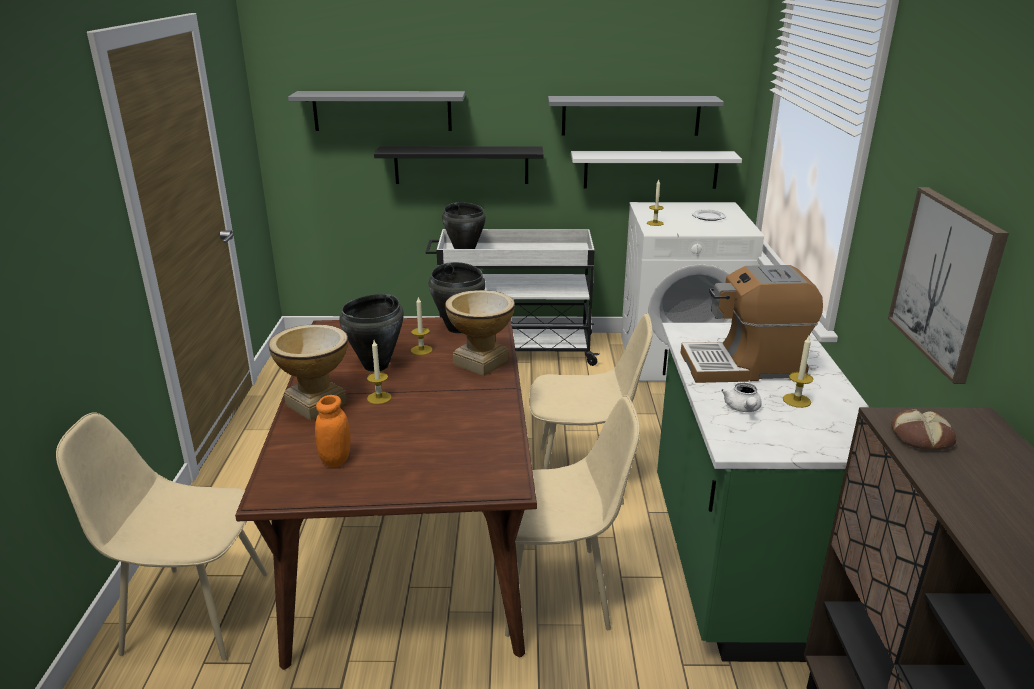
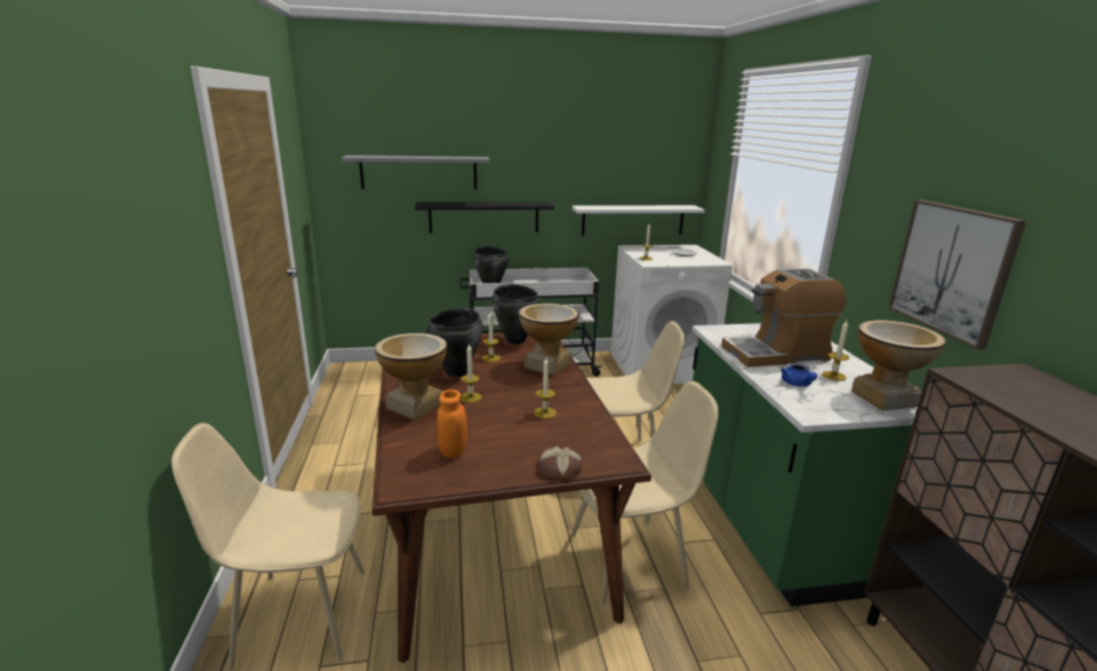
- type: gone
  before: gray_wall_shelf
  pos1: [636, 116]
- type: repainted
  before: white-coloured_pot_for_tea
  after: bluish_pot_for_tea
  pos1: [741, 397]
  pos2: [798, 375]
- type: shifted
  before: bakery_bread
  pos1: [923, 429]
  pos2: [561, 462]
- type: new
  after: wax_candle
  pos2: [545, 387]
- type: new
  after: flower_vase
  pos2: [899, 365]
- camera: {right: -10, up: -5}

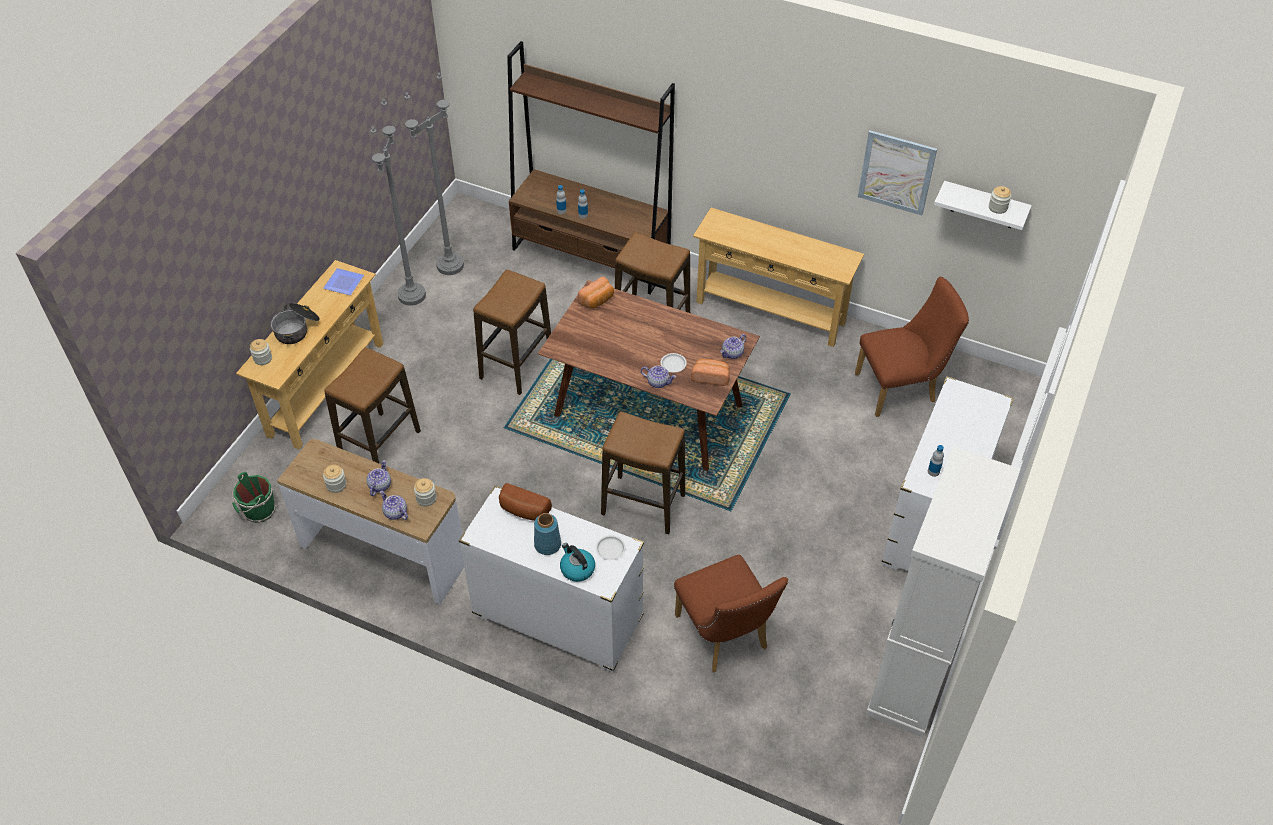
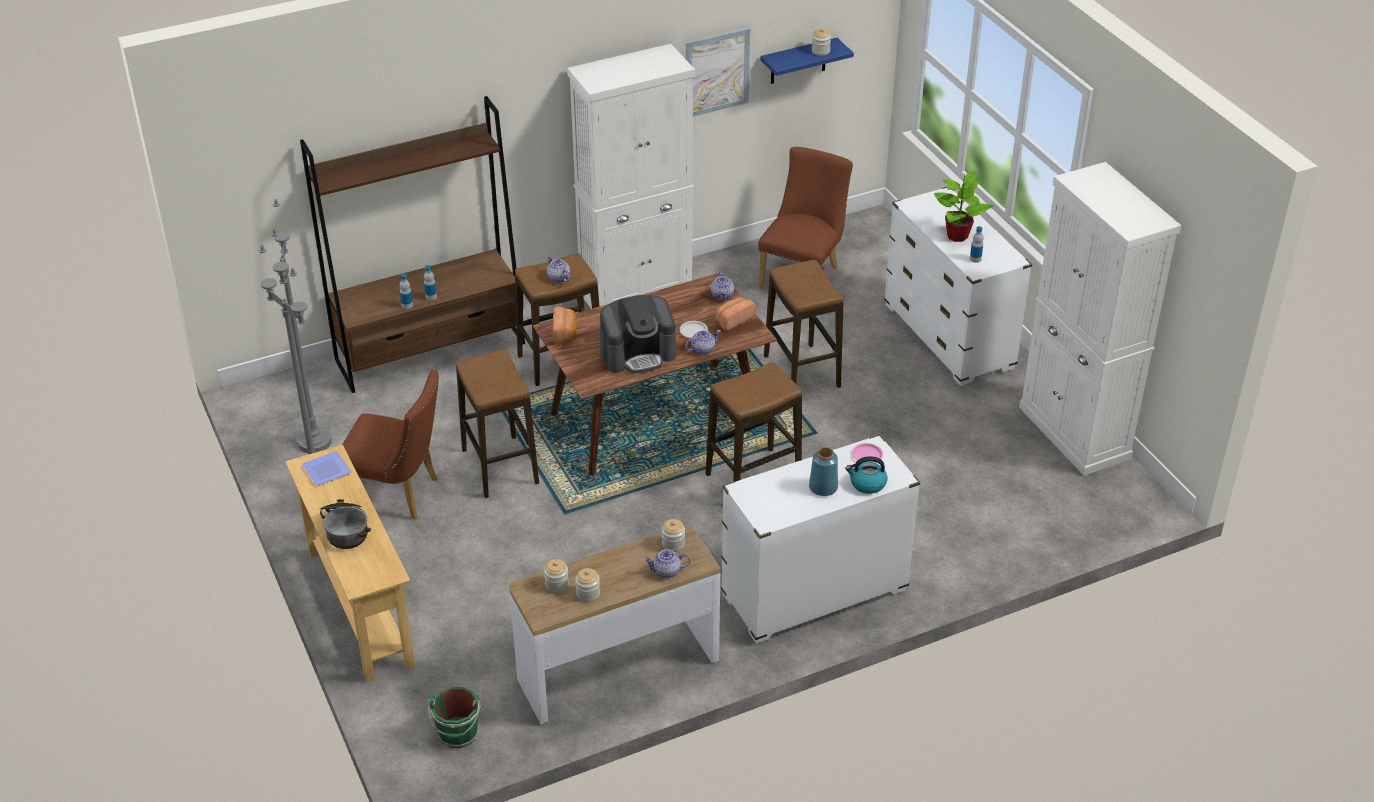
- type: shifted
  before: jar
  pos1: [261, 352]
  pos2: [556, 576]
- type: shifted
  before: stool_seat
  pos1: [372, 405]
  pos2: [804, 324]
- type: shifted
  before: pot_for_tea
  pos1: [378, 478]
  pos2: [558, 269]
- type: gone
  before: bakery_bread
  pos1: [525, 502]
- type: repainted
  before: white-coloured_dinner_plate
  after: pink_dinner_plate
  pos1: [611, 547]
  pos2: [867, 453]
- type: shifted
  before: brownish_plain_chair
  pos1: [731, 613]
  pos2: [390, 444]
- type: swapped
  before: beige-coloured_console_table
  after: white-coloured_cabinet
  pos1: [778, 277]
  pos2: [631, 176]
- type: repainted
  before: white-coloured_wall_shelf
  after: bluish_wall_shelf
  pos1: [983, 205]
  pos2: [807, 61]
- type: new
  after: coffee_brewer
  pos2: [638, 334]
- type: new
  after: plant_in_a_pot
  pos2: [963, 206]
- camera: {right: -50, up: -10}

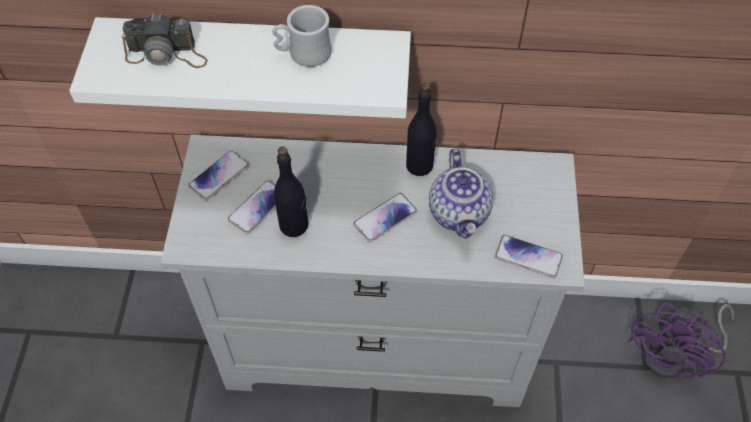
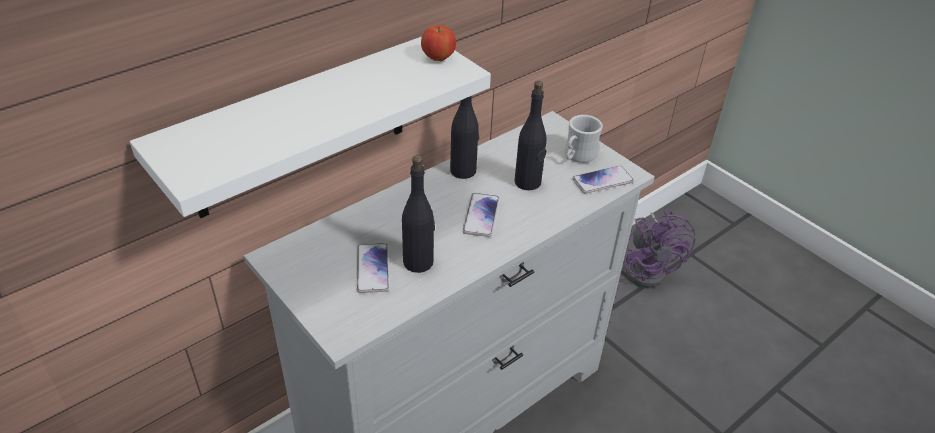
- type: gone
  before: photo_camera
  pos1: [165, 40]
- type: gone
  before: telephone
  pos1: [218, 175]
- type: shifted
  before: white-coloured_coffee_mug
  pos1: [302, 36]
  pos2: [584, 139]
- type: swapped
  before: pot_for_tea
  after: black_beverage_bottle
  pos1: [461, 194]
  pos2: [530, 135]
- type: new
  after: whole_apple
  pos2: [438, 43]
- camera: {right: -45, up: -15}

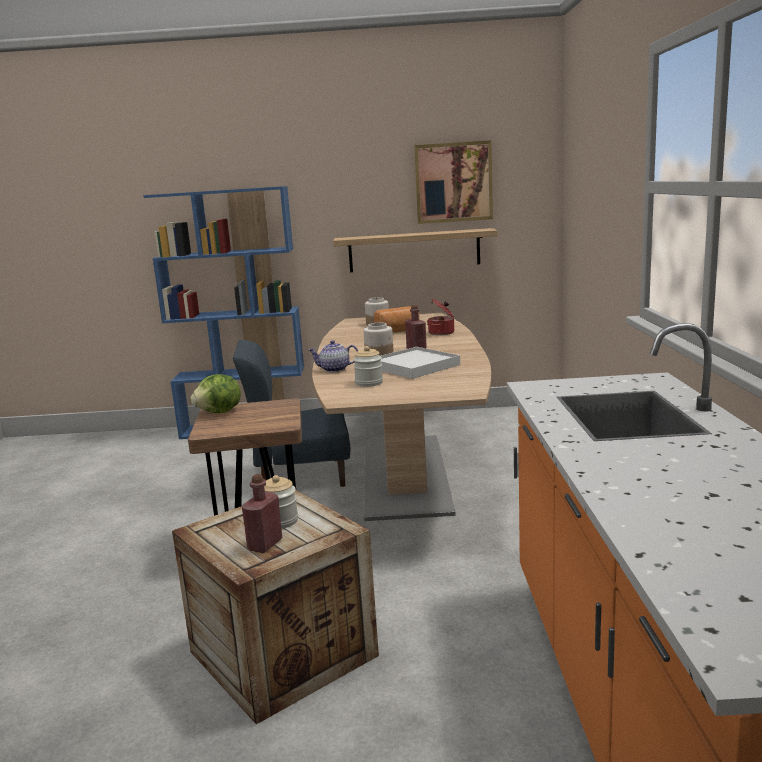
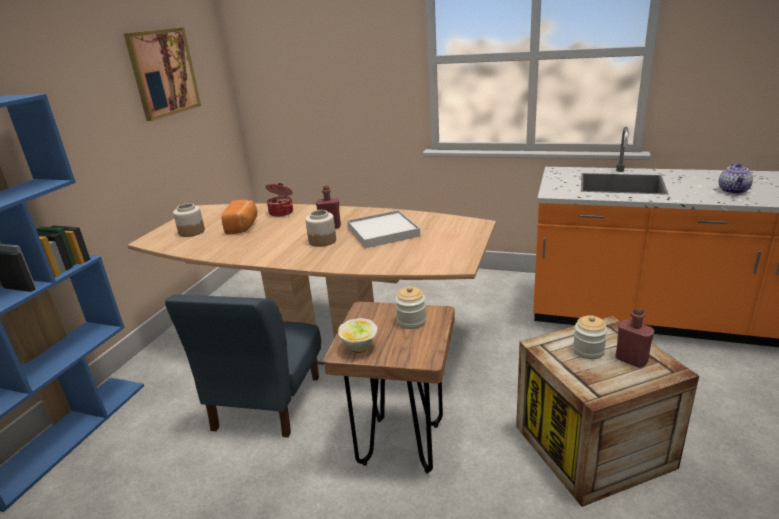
- type: swapped
  before: lettuce_head
  after: serving_bowl
  pos1: [216, 393]
  pos2: [358, 335]
- type: shifted
  before: pot_for_tea
  pos1: [333, 356]
  pos2: [736, 178]
- type: gone
  before: wall_shelf
  pos1: [415, 250]
- type: shifted
  before: jar
  pos1: [368, 366]
  pos2: [410, 307]
- camera: {right: -70, up: 10}

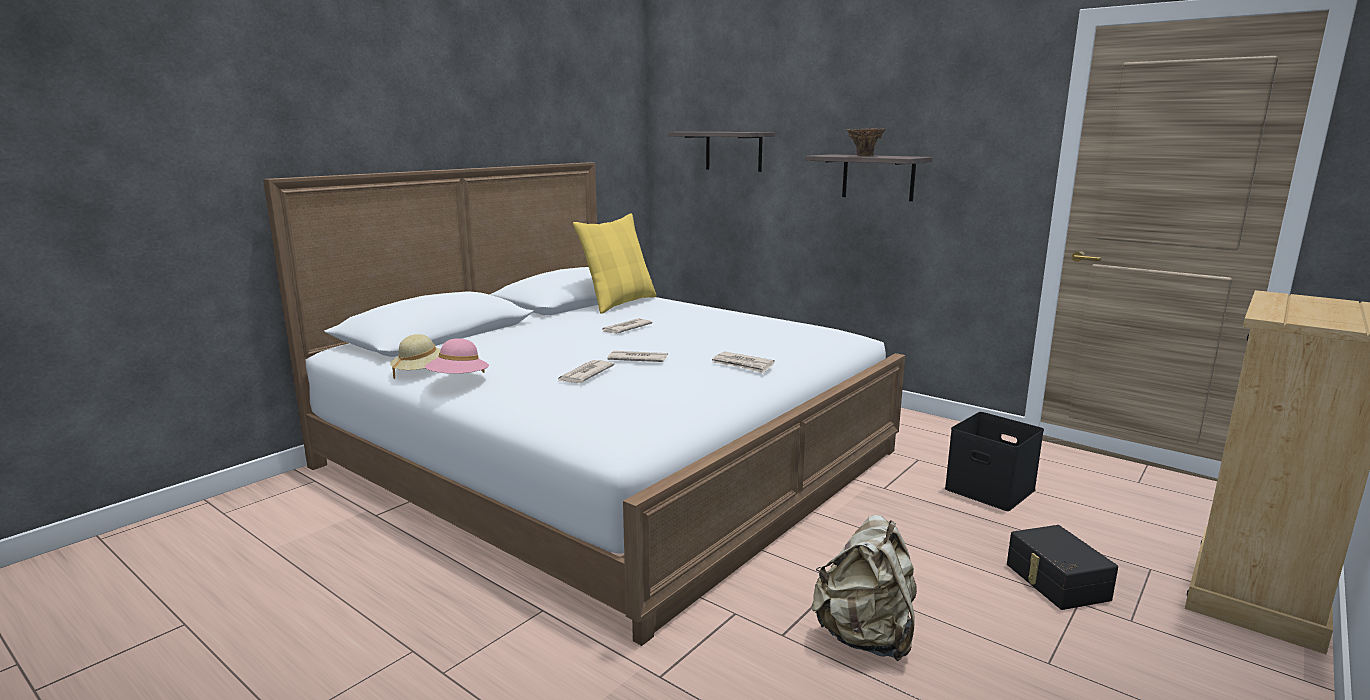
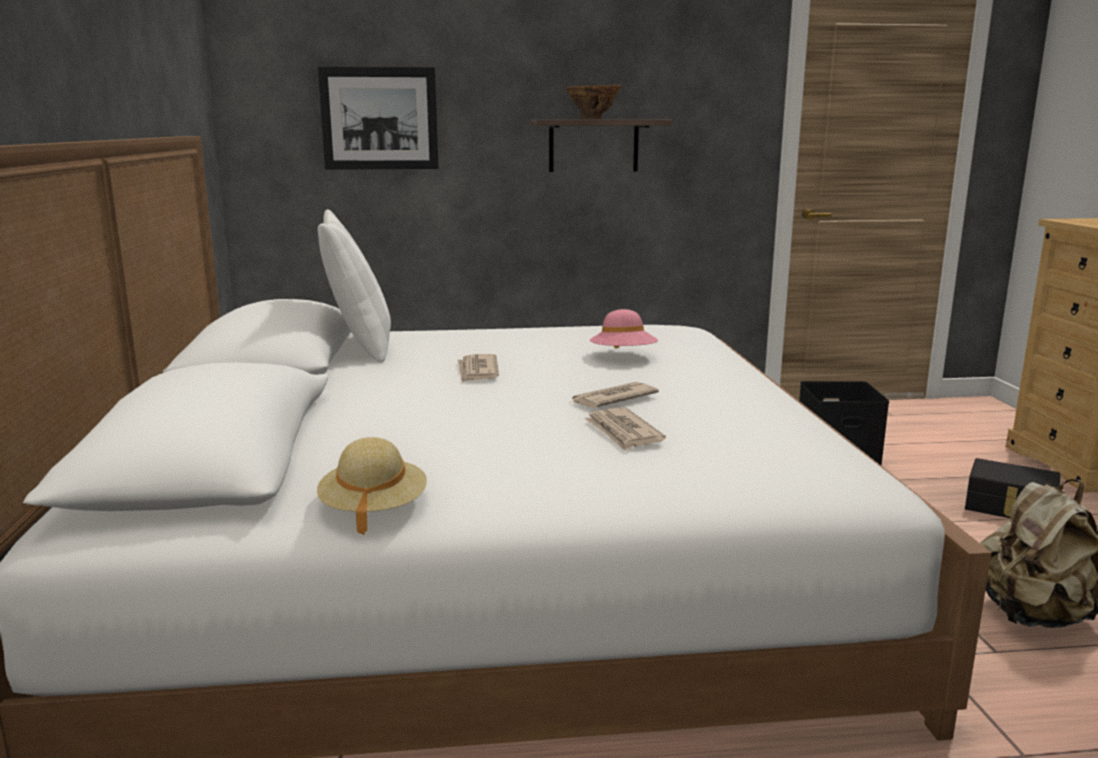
- type: shifted
  before: pink_hat
  pos1: [457, 356]
  pos2: [624, 329]
- type: repainted
  before: yellowish_pillow
  after: white-coloured_pillow
  pos1: [615, 263]
  pos2: [354, 285]
- type: swapped
  before: wall_shelf
  after: wall_picture
  pos1: [721, 152]
  pos2: [378, 118]
- type: gone
  before: printed_paper
  pos1: [743, 362]
- camera: {right: -45, up: 0}

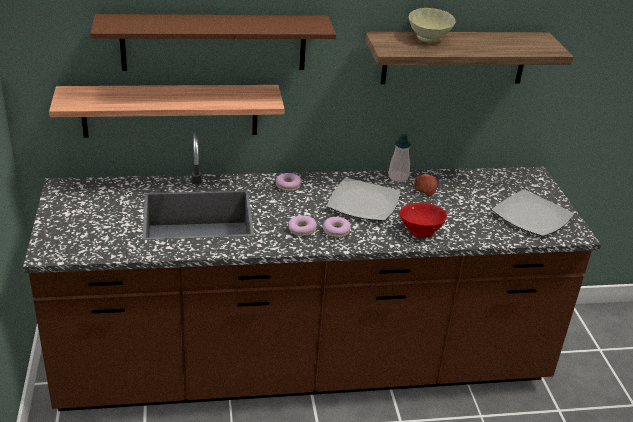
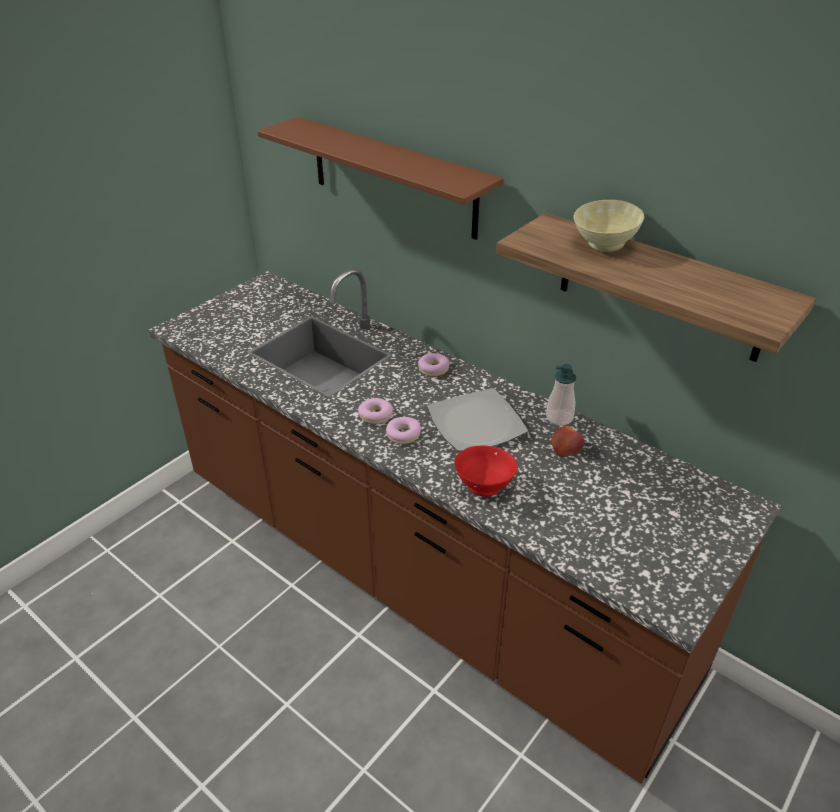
- type: gone
  before: wall_shelf
  pos1: [167, 111]
- type: gone
  before: dinner_plate
  pos1: [533, 212]
- camera: {right: 50, up: 5}

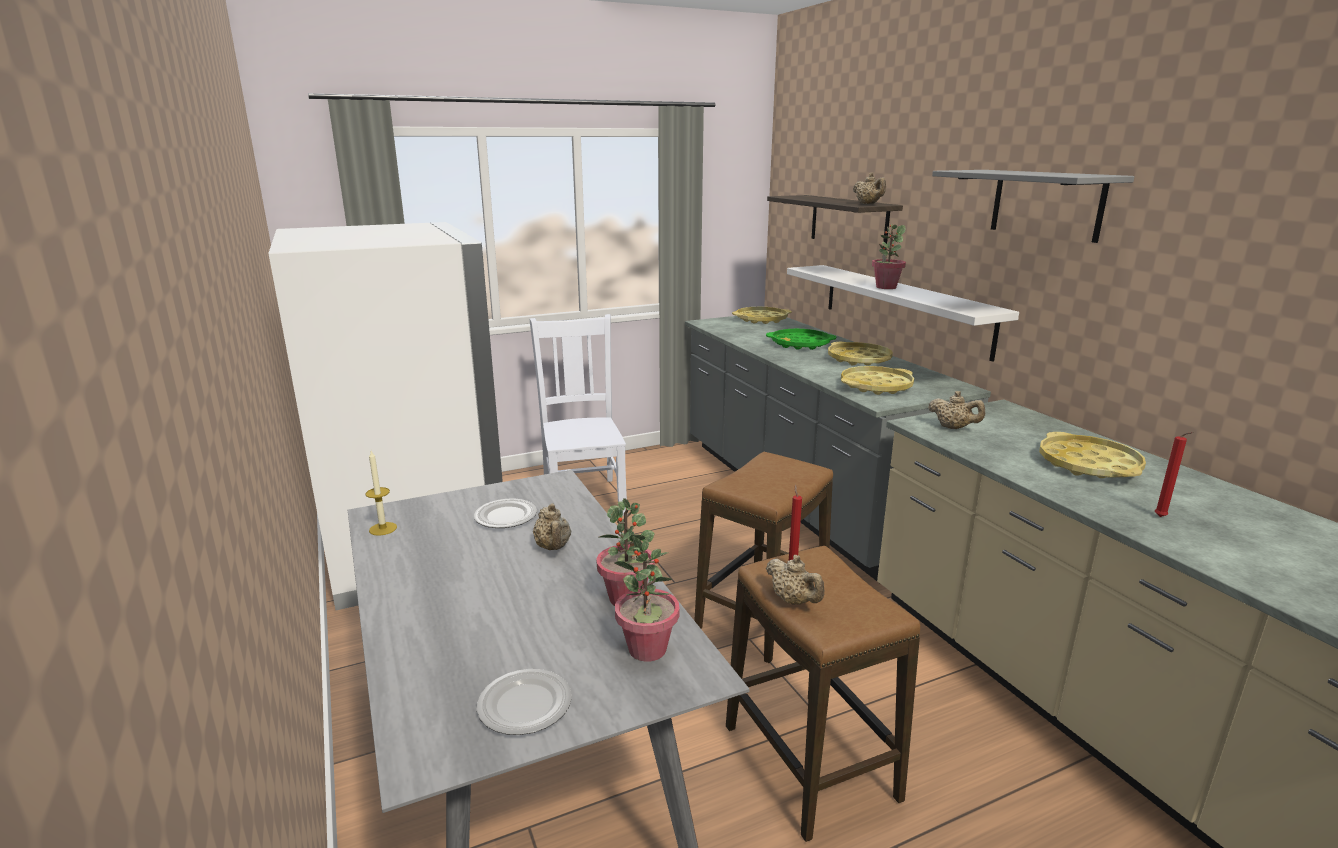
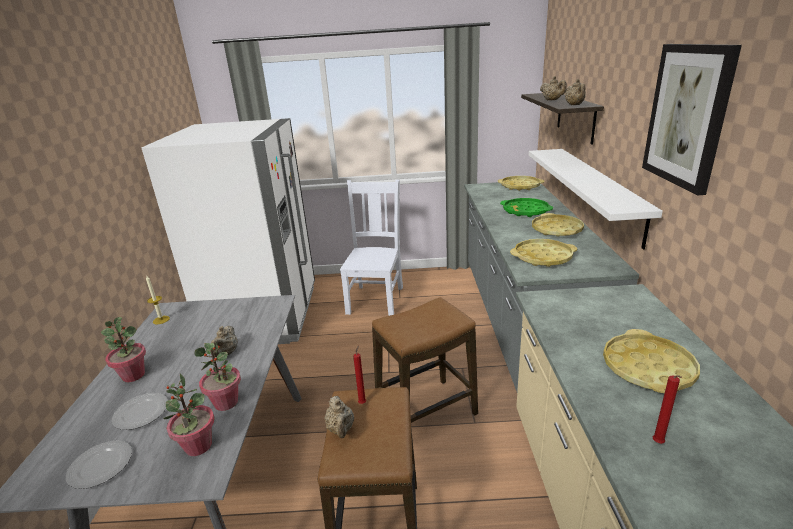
- type: shifted
  before: dinner_plate
  pos1: [505, 513]
  pos2: [140, 411]
- type: shifted
  before: plant_in_a_pot
  pos1: [889, 256]
  pos2: [123, 349]
- type: shifted
  before: beige-coloured_pot_for_tea
  pos1: [956, 410]
  pos2: [553, 88]
- type: swapped
  before: gray_wall_shelf
  after: wall_picture
  pos1: [1033, 206]
  pos2: [692, 119]
- camera: {right: 25, up: 5}

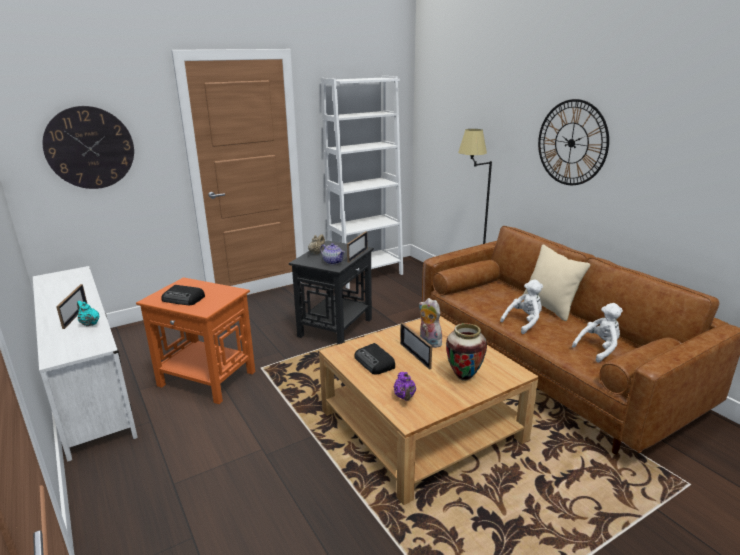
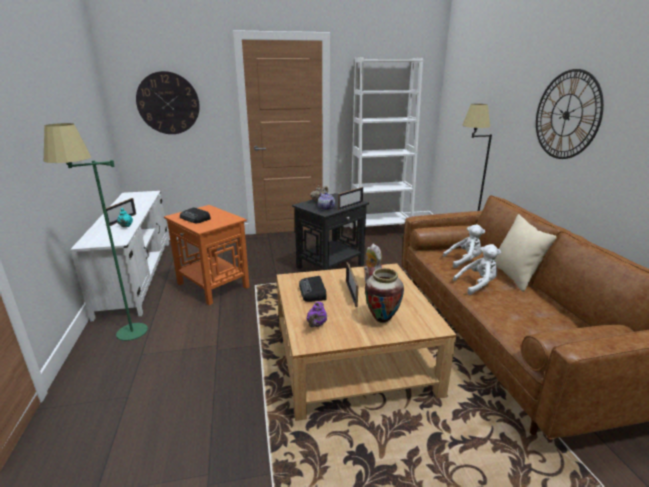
- type: shifted
  before: white-coloured_plush_toy
  pos1: [597, 332]
  pos2: [464, 246]
- type: new
  after: green_standing_lamp
  pos2: [96, 232]
- camera: {right: 20, up: 0}

